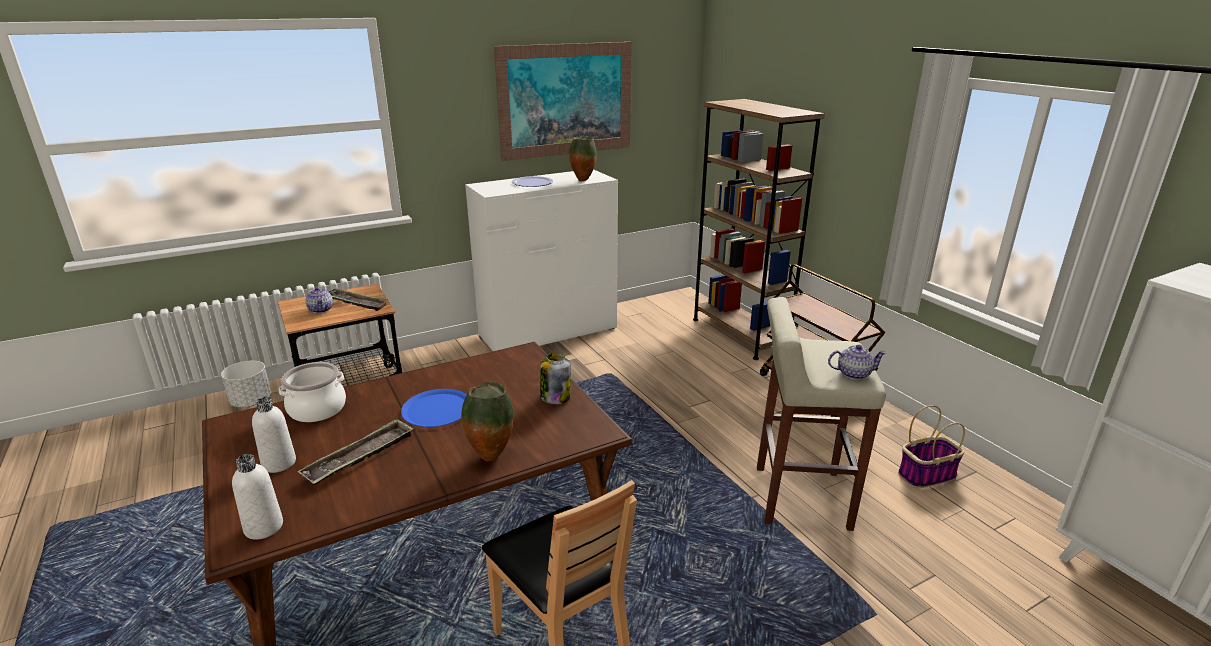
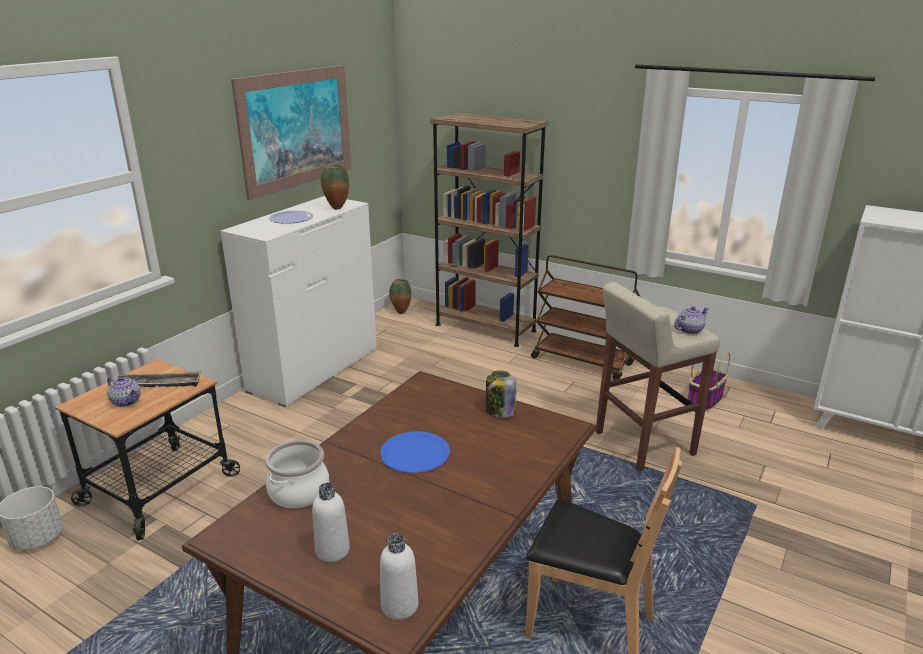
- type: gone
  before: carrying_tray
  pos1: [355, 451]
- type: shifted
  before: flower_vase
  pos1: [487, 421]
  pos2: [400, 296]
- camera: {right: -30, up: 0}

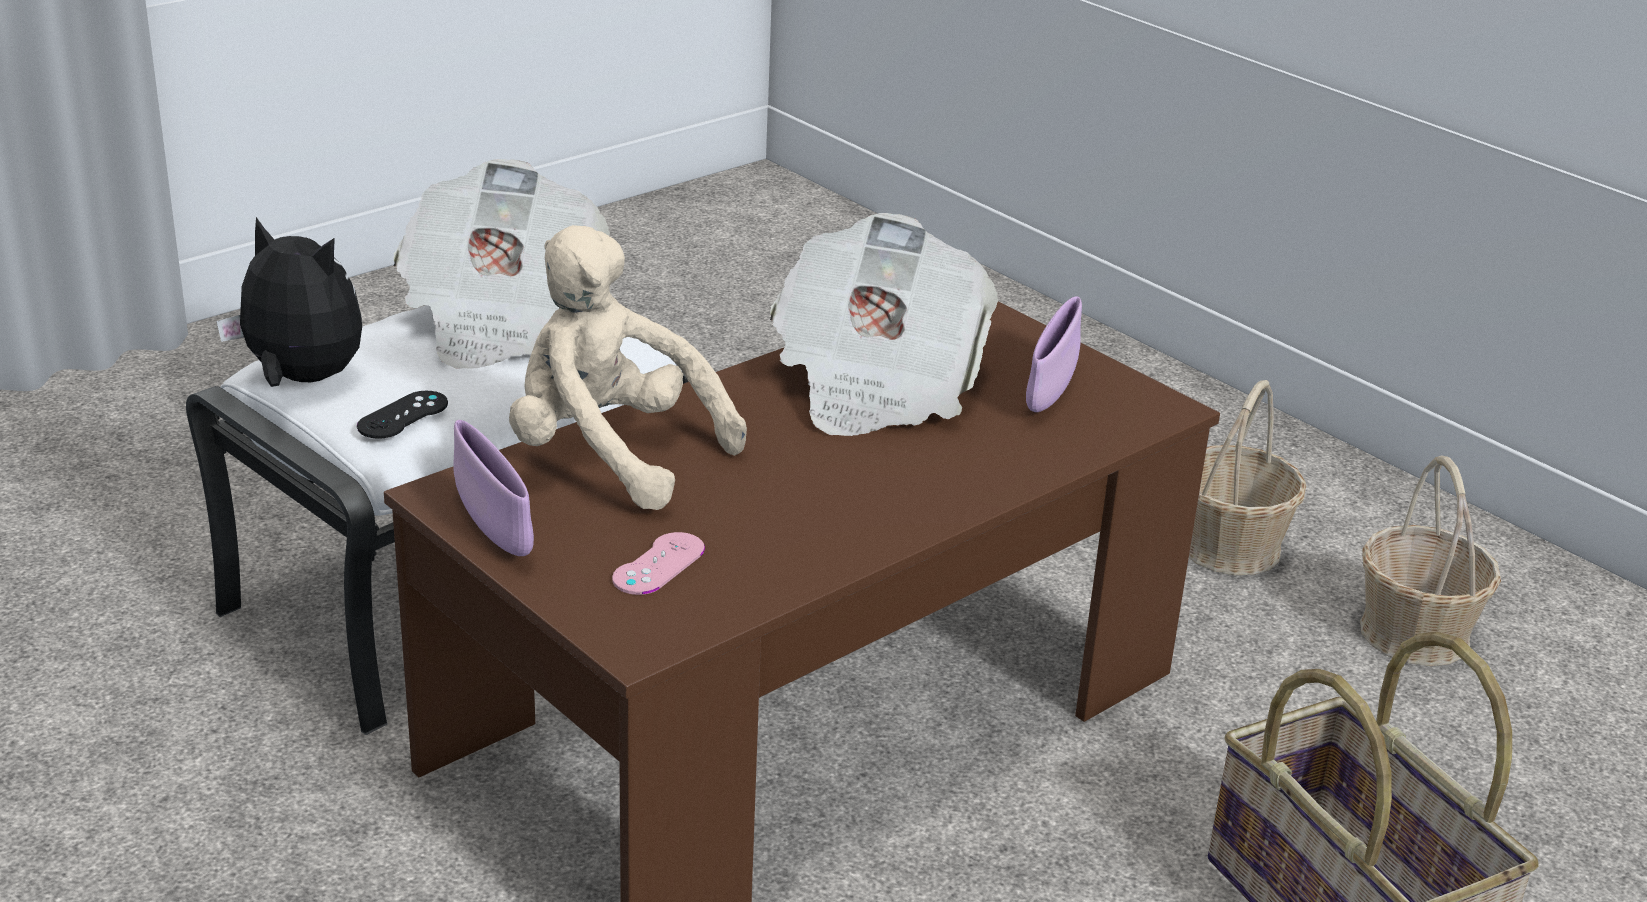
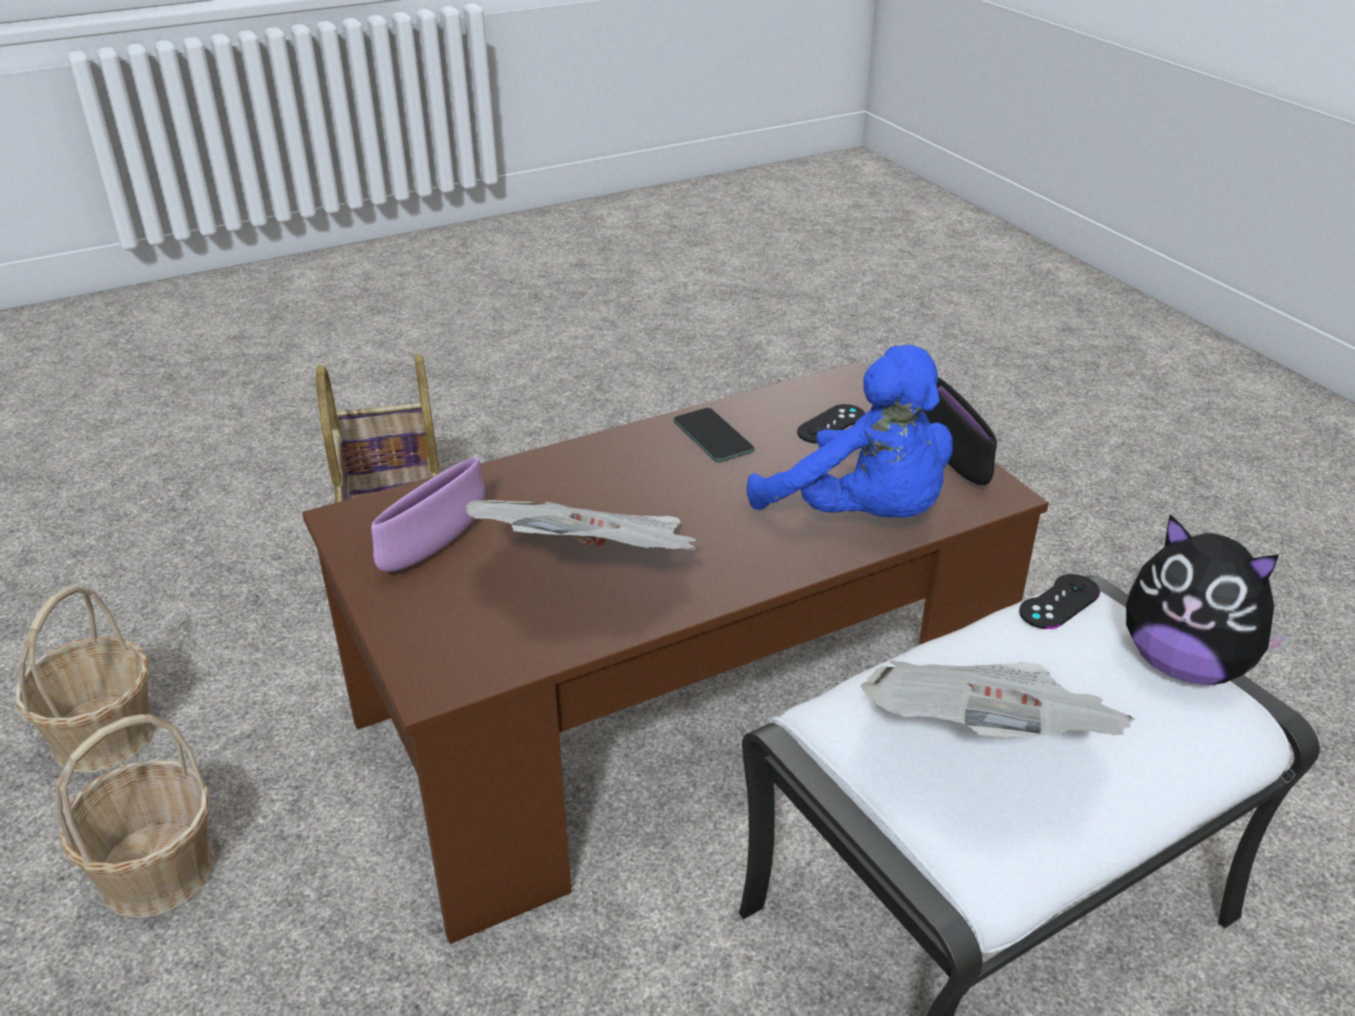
- type: repainted
  before: purplish_serving_bowl
  after: black_serving_bowl
  pos1: [493, 488]
  pos2: [960, 431]
- type: repainted
  before: beige-coloured_plush_toy
  after: bluish_plush_toy
  pos1: [628, 367]
  pos2: [850, 431]
- type: repainted
  before: pink_joypad
  after: black_joypad
  pos1: [658, 563]
  pos2: [831, 424]
- type: new
  after: telephone
  pos2: [714, 435]
- camera: {right: -165, up: 5}

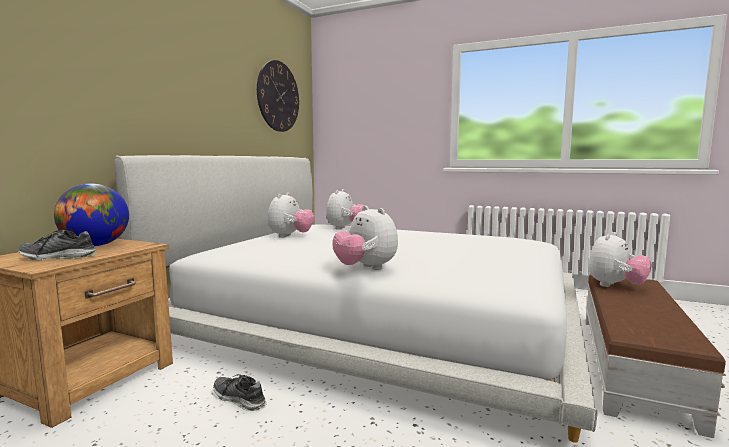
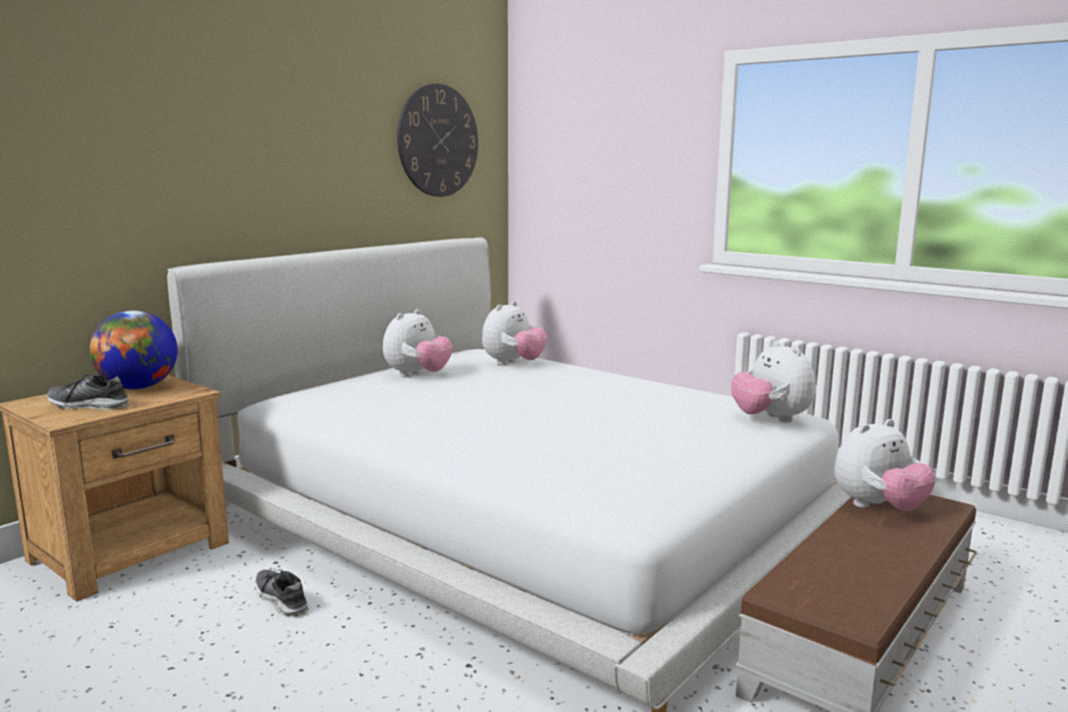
- type: shifted
  before: plush_toy
  pos1: [365, 238]
  pos2: [773, 381]
- camera: {right: 15, up: 5}

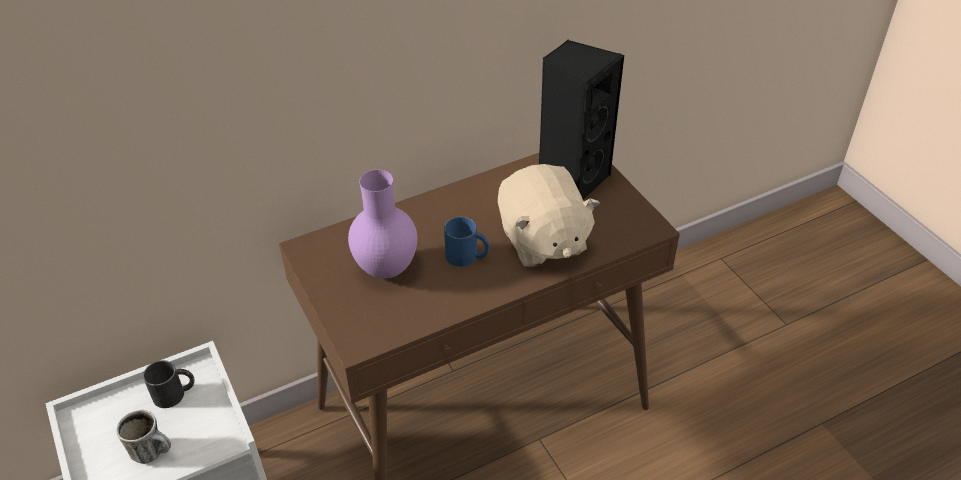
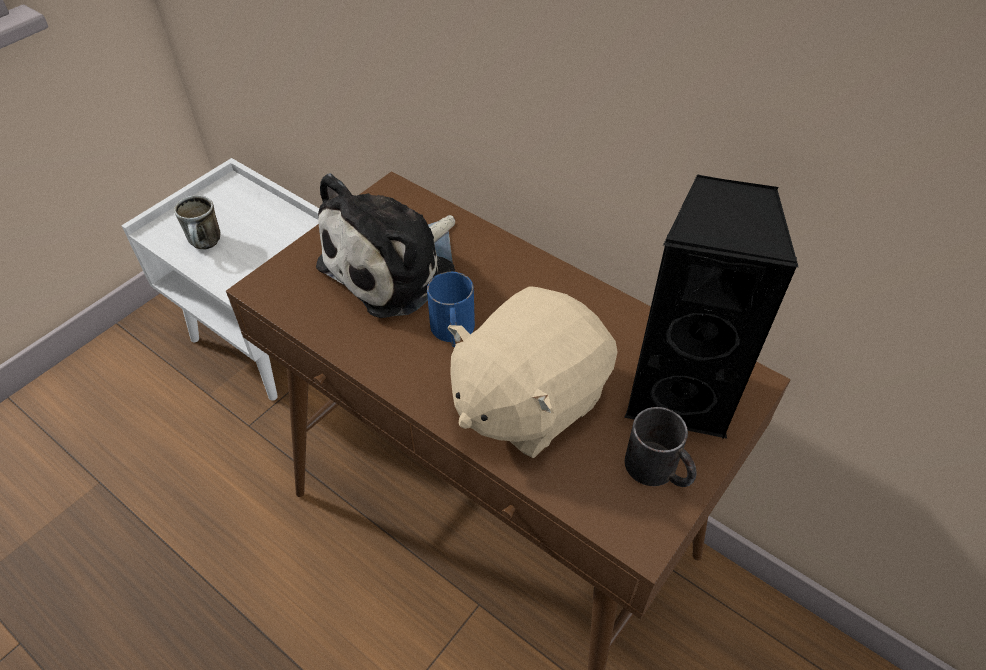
- type: shifted
  before: black_coffee_mug
  pos1: [169, 384]
  pos2: [660, 447]
- type: swapped
  before: purplish_flower_vase
  after: plush_toy
  pos1: [382, 224]
  pos2: [385, 245]
- camera: {right: 65, up: 5}

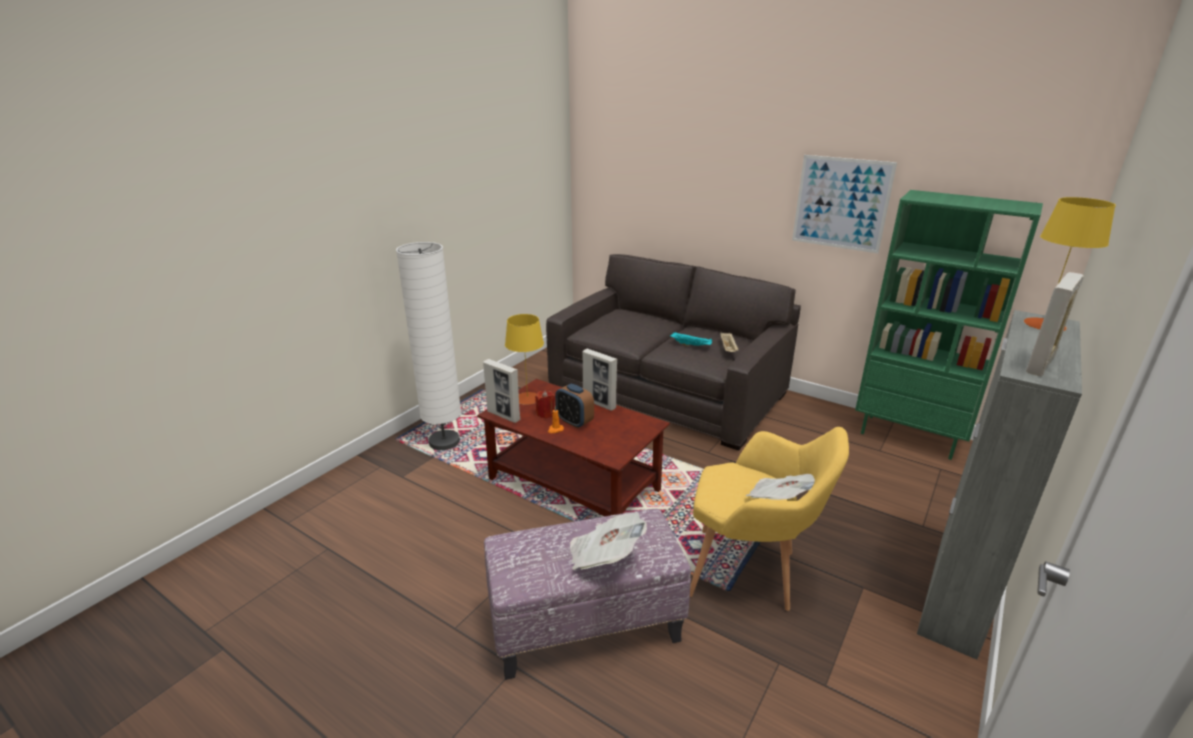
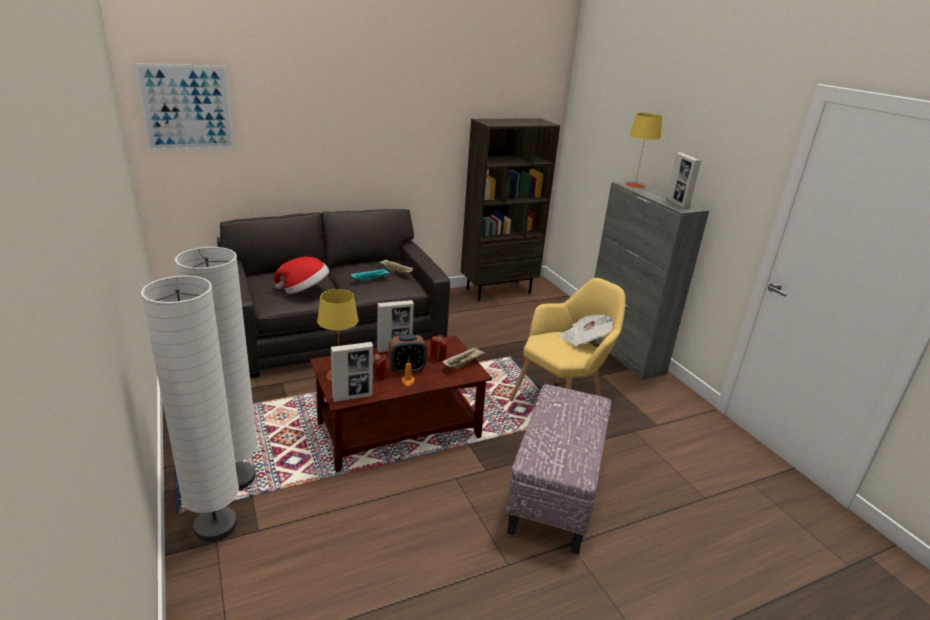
- type: gone
  before: printed_paper
  pos1: [608, 541]
- type: shifted
  before: wall_picture
  pos1: [844, 204]
  pos2: [184, 107]
- type: repainted
  before: green_bookshelf
  after: brownish_bookshelf
  pos1: [949, 325]
  pos2: [510, 209]
- type: new
  after: white-coloured_standing_lamp
  pos2: [190, 409]
- type: new
  after: hat
  pos2: [301, 275]
- type: new
  after: reddish_wax_candle
  pos2: [439, 348]
- type: new
  after: beige-coloured_carrying_tray
  pos2: [464, 357]
- camera: {right: -60, up: 0}

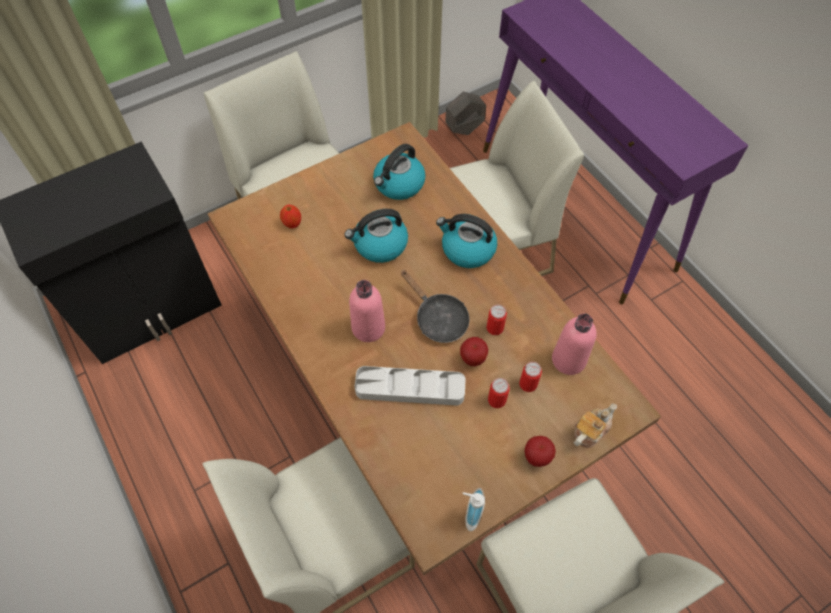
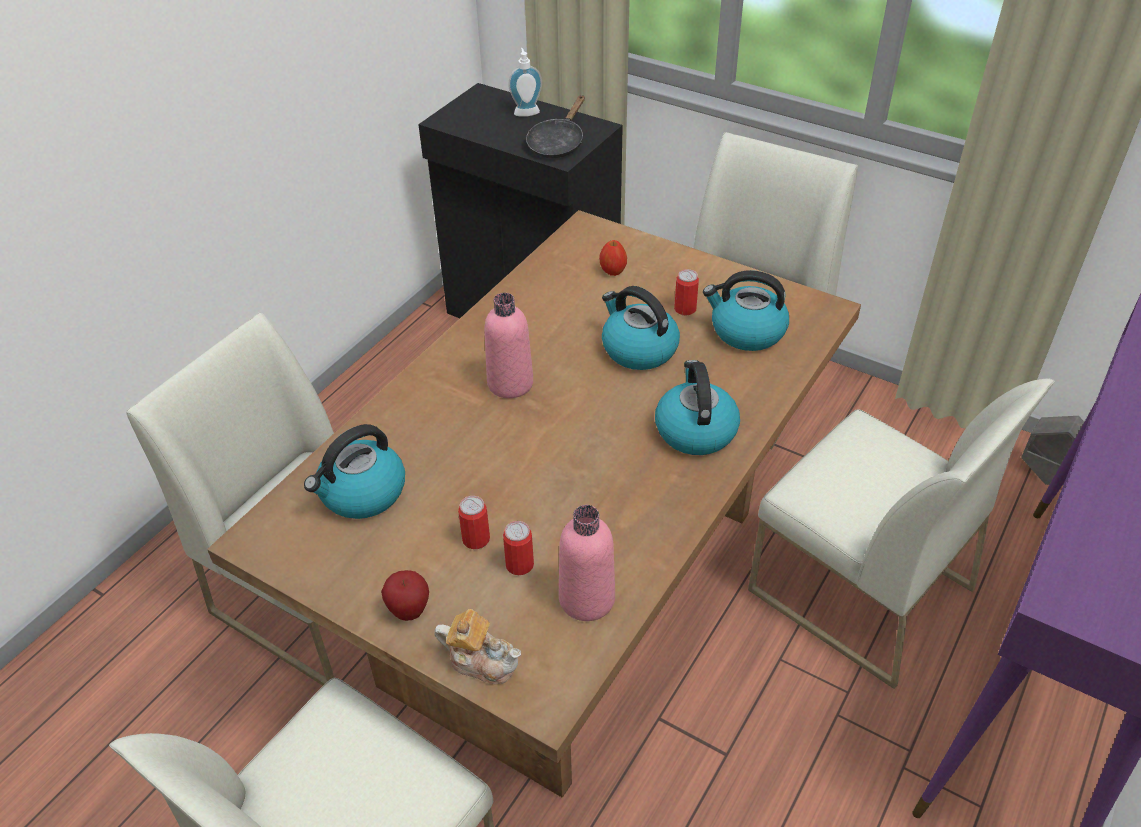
- type: gone
  before: gray_carrying_tray
  pos1: [410, 385]
- type: shifted
  before: black_skillet
  pos1: [435, 306]
  pos2: [555, 126]
- type: gone
  before: whole_apple
  pos1: [474, 351]
- type: shifted
  before: soap_dispenser
  pos1: [474, 509]
  pos2: [525, 82]
- type: shifted
  before: can
  pos1: [496, 320]
  pos2: [686, 292]
- type: new
  after: water_kettle
  pos2: [354, 471]
- camera: {right: 65, up: -15}

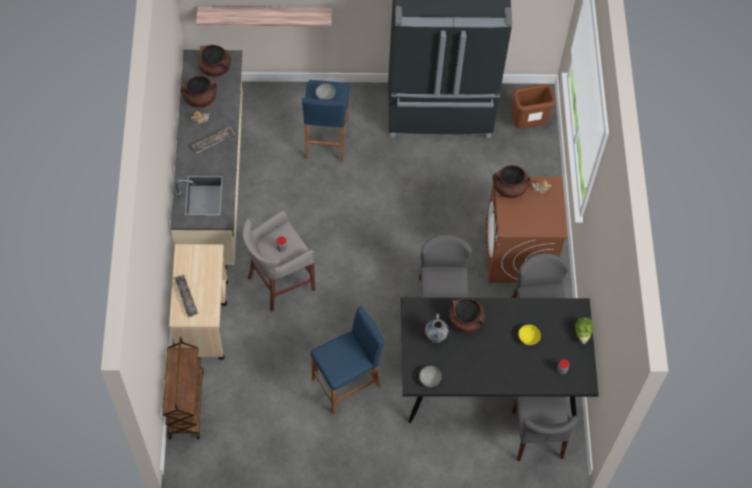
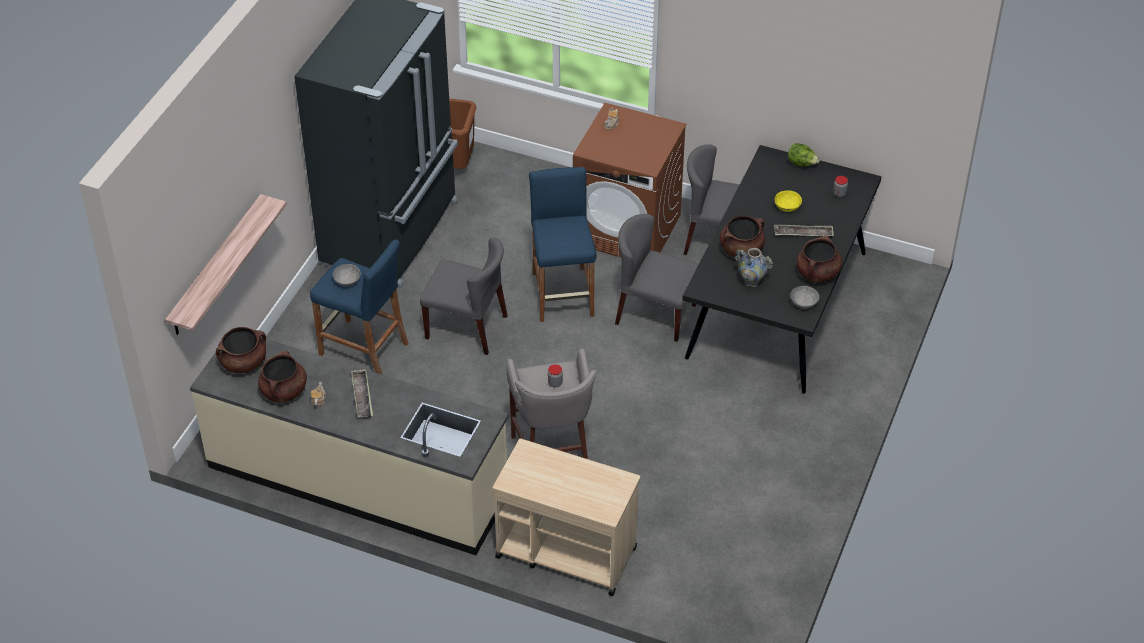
- type: gone
  before: brownish_cart
  pos1: [183, 388]
- type: shifted
  before: carrying_tray
  pos1: [185, 296]
  pos2: [804, 231]
- type: shifted
  before: bluish_stool_seat
  pos1: [347, 360]
  pos2: [562, 244]
- type: shifted
  before: brownish_stockpot
  pos1: [512, 181]
  pos2: [819, 259]
- type: shifted
  before: gray_plain_chair
  pos1: [544, 429]
  pos2: [464, 296]
- camera: {right: -65, up: -15}

